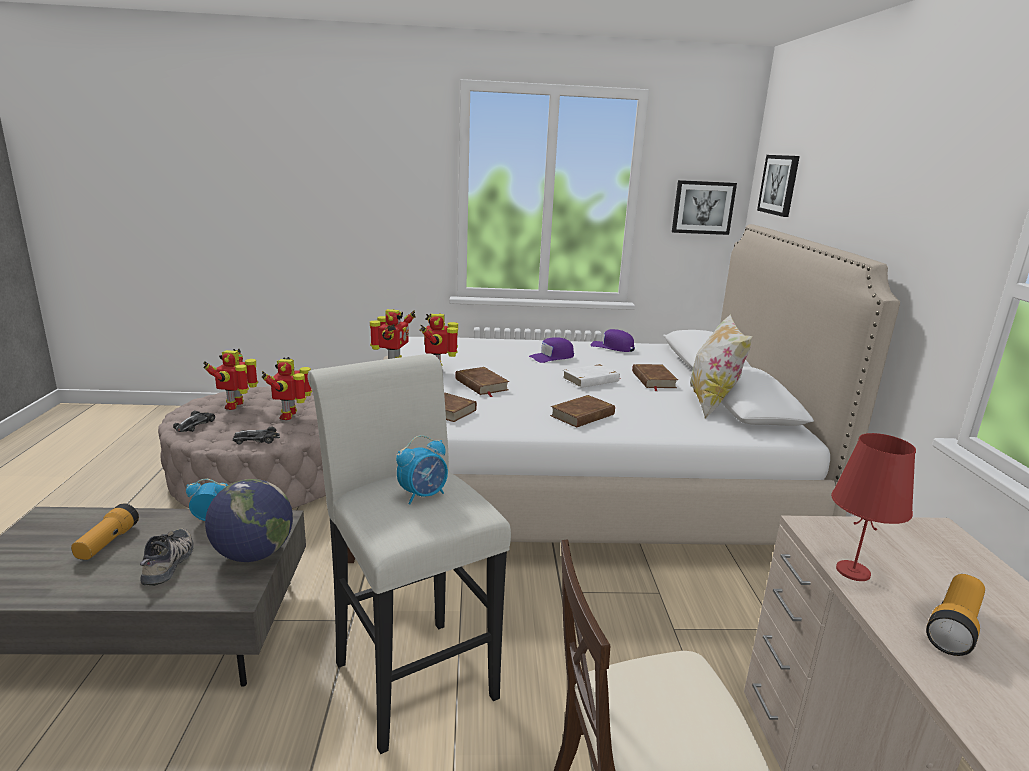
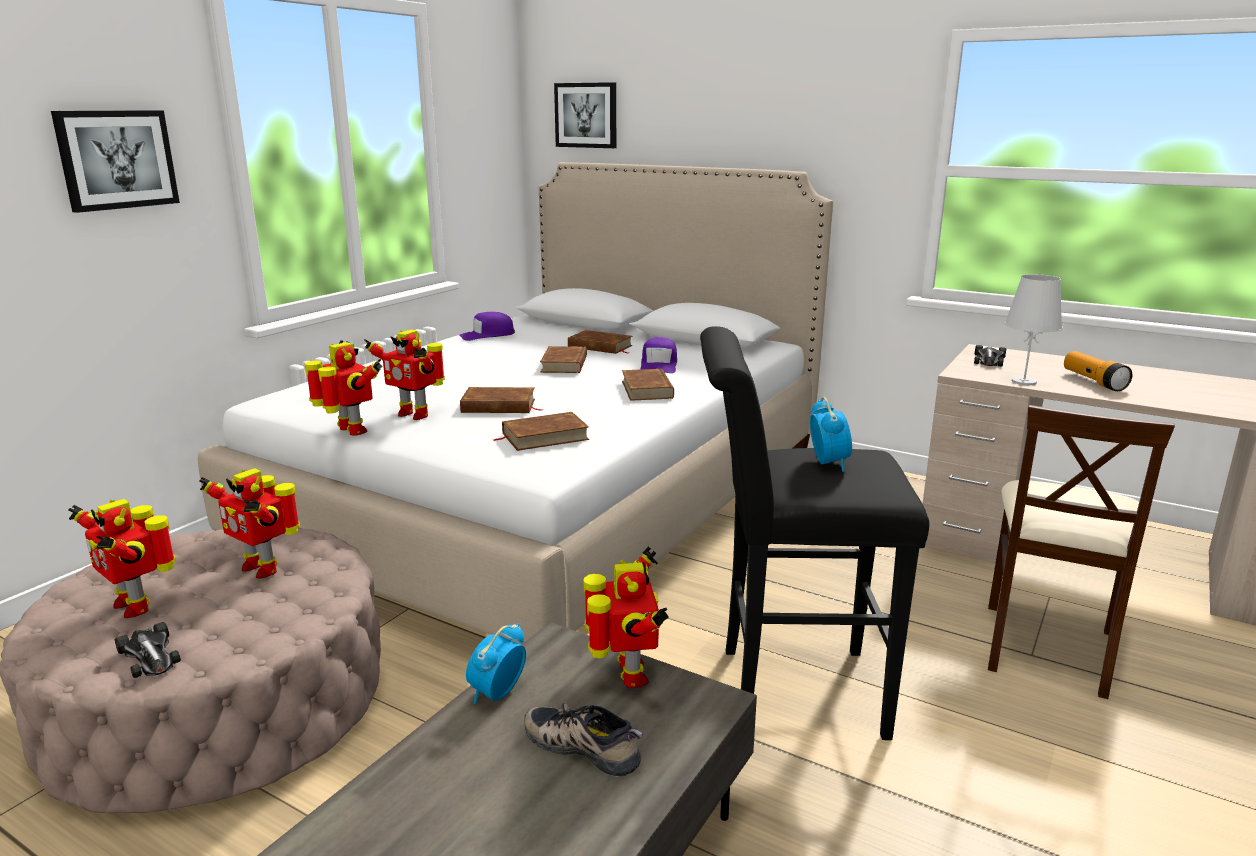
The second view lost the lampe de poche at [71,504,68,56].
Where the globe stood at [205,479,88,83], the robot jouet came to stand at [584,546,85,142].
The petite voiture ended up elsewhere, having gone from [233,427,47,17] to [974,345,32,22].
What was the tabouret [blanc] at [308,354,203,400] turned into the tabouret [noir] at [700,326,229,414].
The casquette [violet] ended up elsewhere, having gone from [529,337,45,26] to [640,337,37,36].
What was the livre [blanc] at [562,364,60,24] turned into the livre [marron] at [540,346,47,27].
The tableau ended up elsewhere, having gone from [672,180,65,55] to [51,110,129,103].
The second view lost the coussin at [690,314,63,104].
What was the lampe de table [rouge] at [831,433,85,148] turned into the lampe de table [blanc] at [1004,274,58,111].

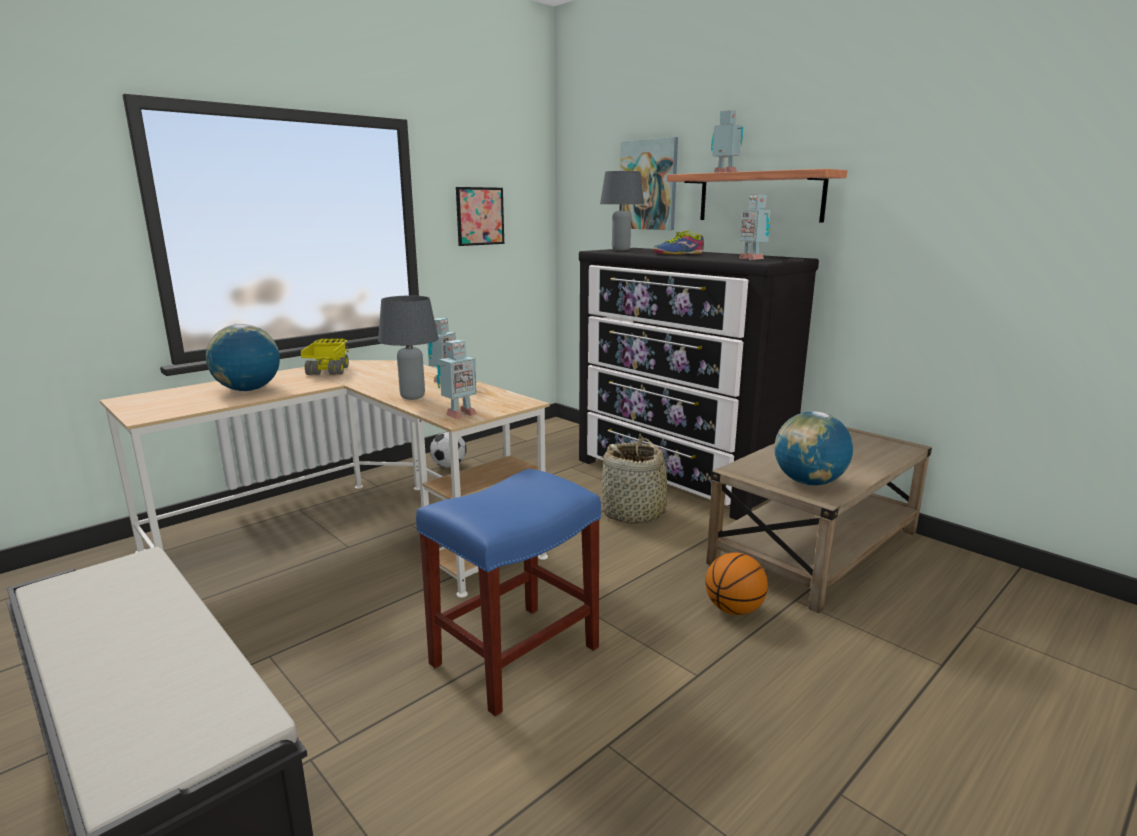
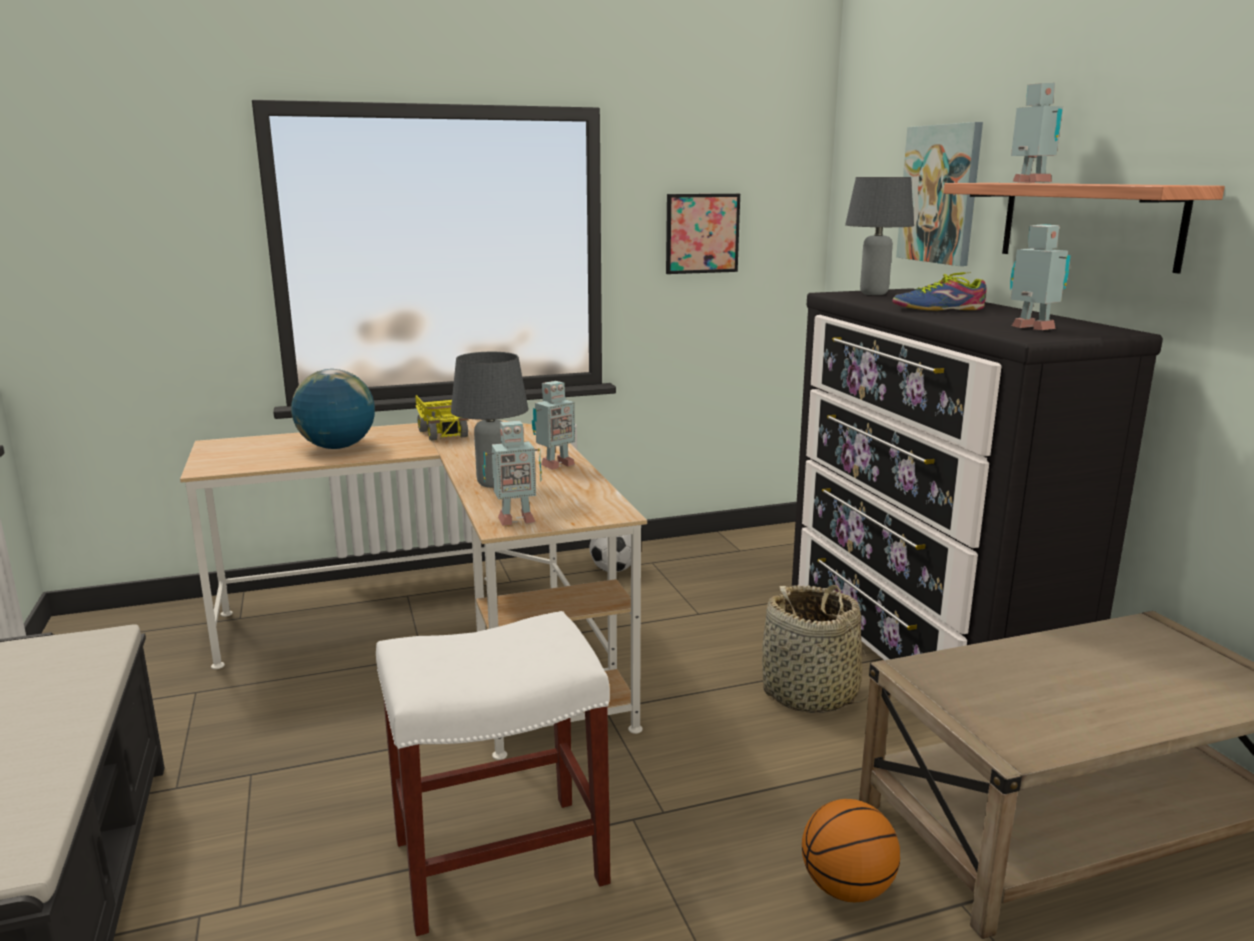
The camion jouet at [301,339,48,36] ended up facing another way, 135 degrees clockwise from before.
What was the tabouret [bleu] at [416,469,185,248] turned into the tabouret [blanc] at [376,611,234,325].
The robot jouet at [739,194,32,66] ended up facing another way, 150 degrees clockwise from before.
The second view lost the globe at [774,411,79,75].

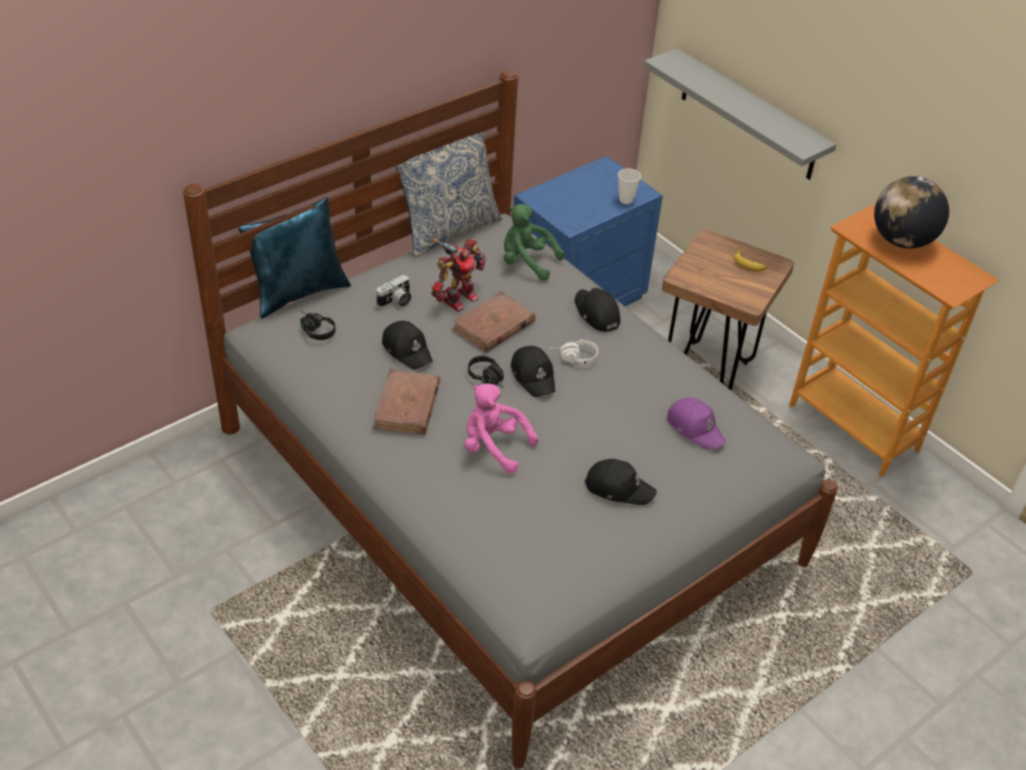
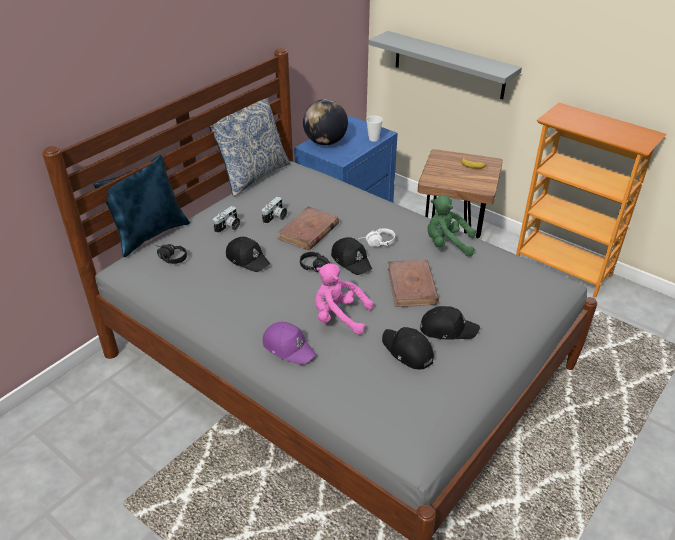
The livre [marron] ended up elsewhere, having gone from [373,369,67,66] to [388,260,51,47].
Where the robot jouet stood at [432,239,54,73], the appareil photo came to stand at [262,197,25,27].
The peluche [vert] ended up elsewhere, having gone from [504,204,60,77] to [428,195,48,62].
The casquette [noir] ended up elsewhere, having gone from [575,288,45,44] to [382,327,52,42].
The casquette [violet] ended up elsewhere, having gone from [667,398,59,52] to [263,322,53,43].
The globe ended up elsewhere, having gone from [874,176,75,73] to [303,99,45,46].

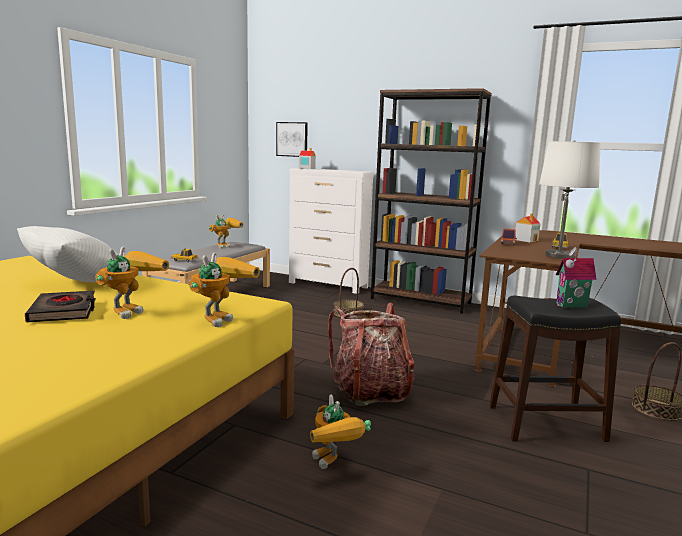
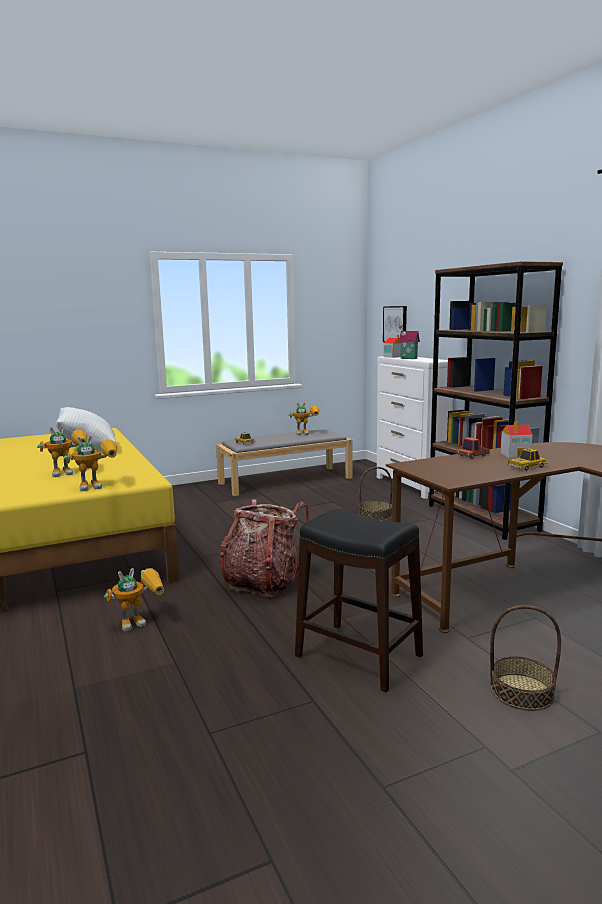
The second view lost the livre [noir] at [25,291,71,31].
The robot jouet at [310,394,61,75] ended up facing another way, 135 degrees counterclockwise from before.
The second view lost the lampe de table [blanc] at [539,140,62,119].
The maison miniature ended up elsewhere, having gone from [556,247,40,60] to [399,324,21,35].

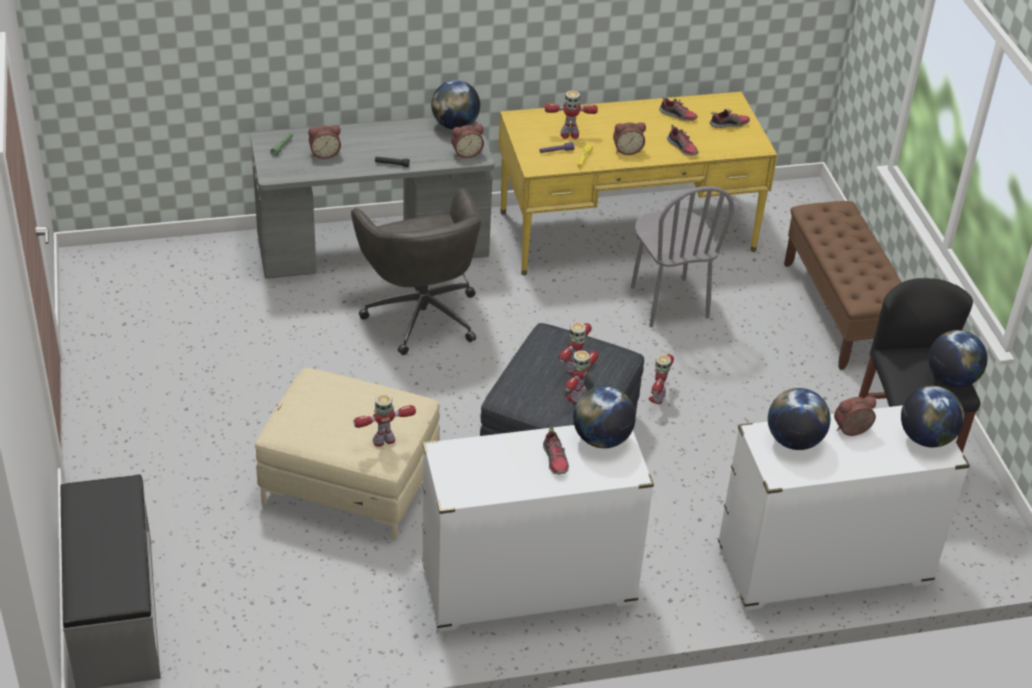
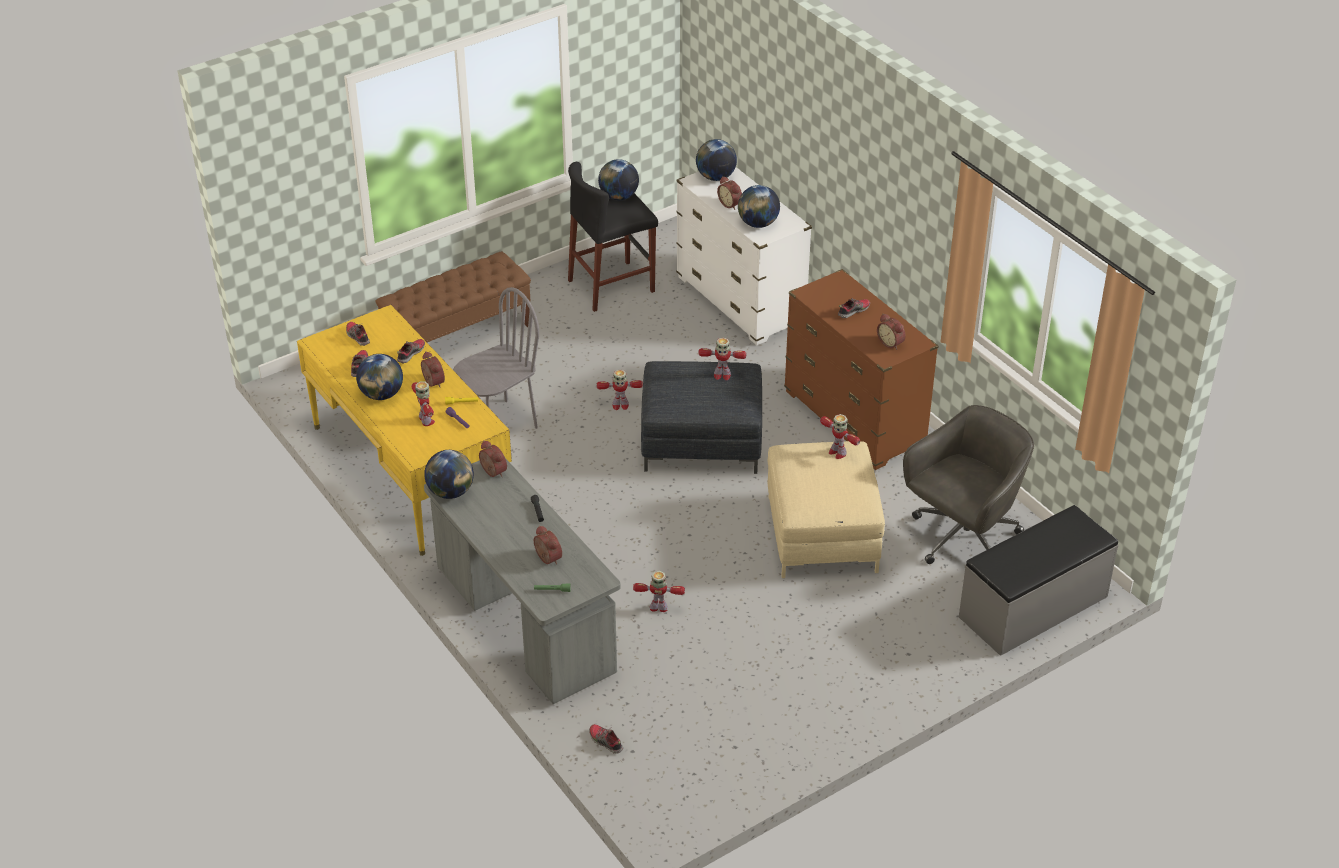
The chaise de bureau [gris] ended up elsewhere, having gone from [351,188,130,167] to [903,405,131,159].
What was the commode [blanc] at [422,425,232,207] turned into the commode [marron] at [784,269,154,201].
The robot jouet ended up elsewhere, having gone from [559,322,33,53] to [633,571,52,41].
The globe ended up elsewhere, having gone from [573,386,63,62] to [356,354,47,46].
The second view gained the chaussure at [589,724,34,30].
The second view gained the réveil at [877,314,29,36].

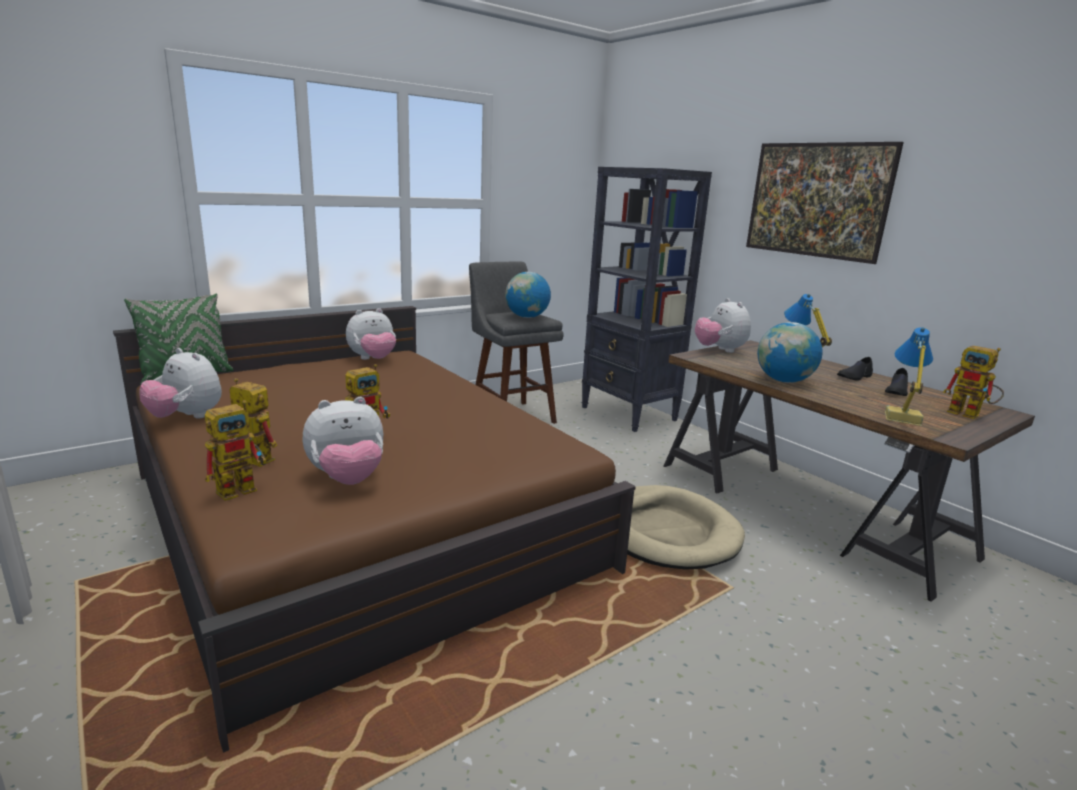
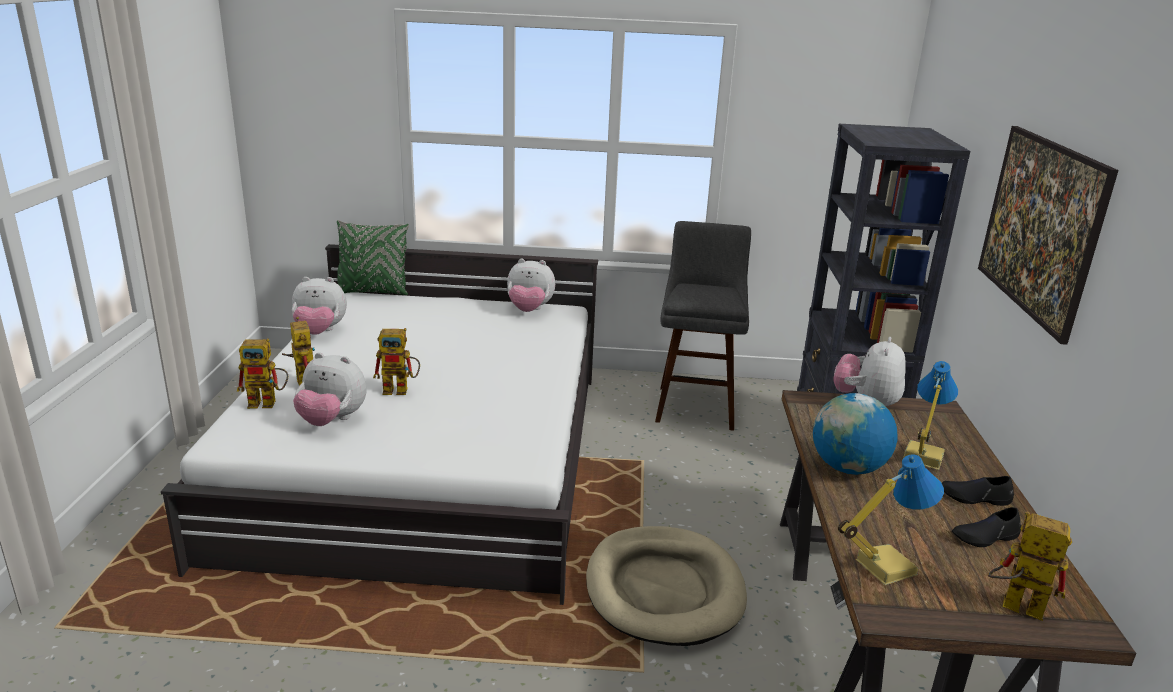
What was the lit [marron] at [113,306,523,447] turned into the lit [blanc] at [161,244,437,361].
The peluche at [139,348,83,70] ended up facing another way, 75 degrees counterclockwise from before.
The second view lost the globe at [505,272,46,46].
The robot jouet at [943,346,61,73] ended up facing another way, 120 degrees clockwise from before.

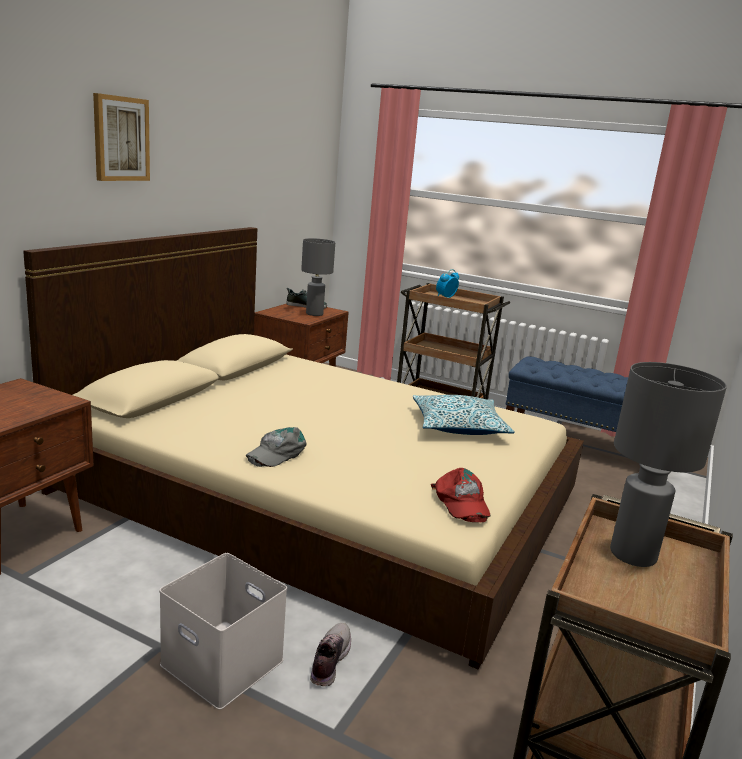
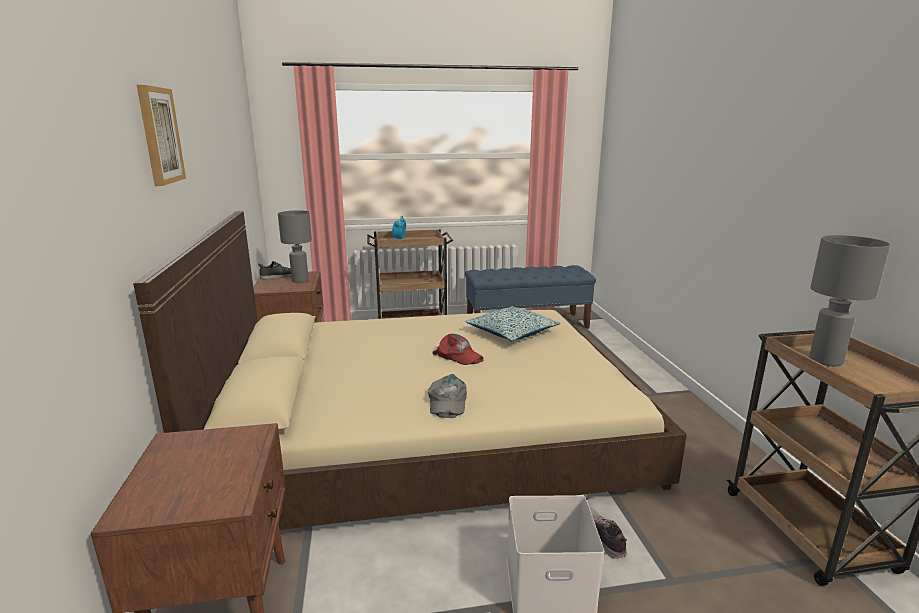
The casquette [rouge] ended up elsewhere, having gone from [431,468,59,54] to [432,334,51,31].

